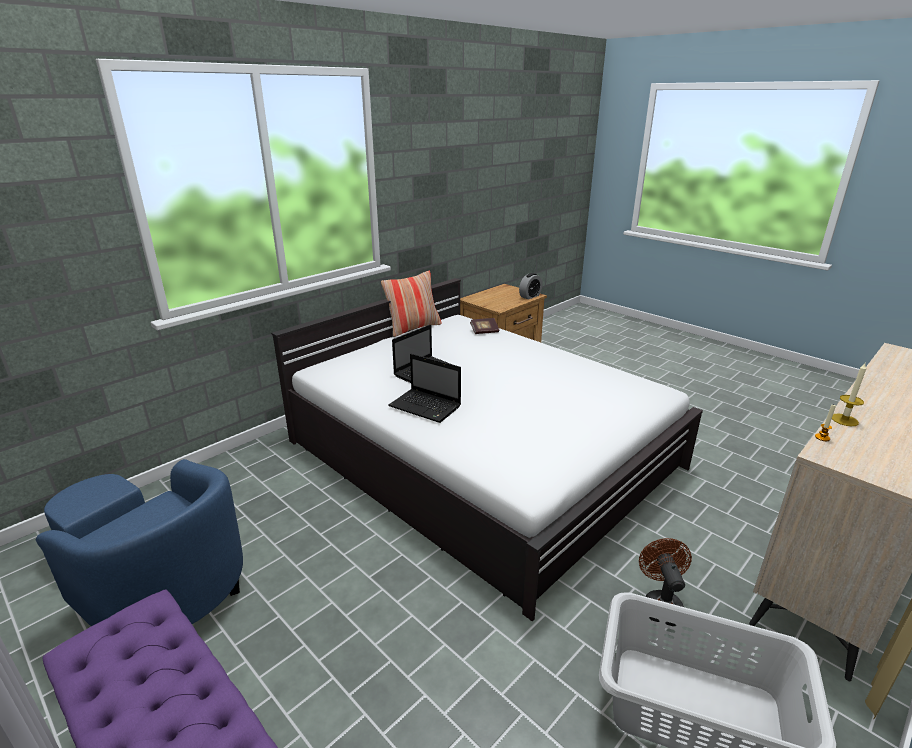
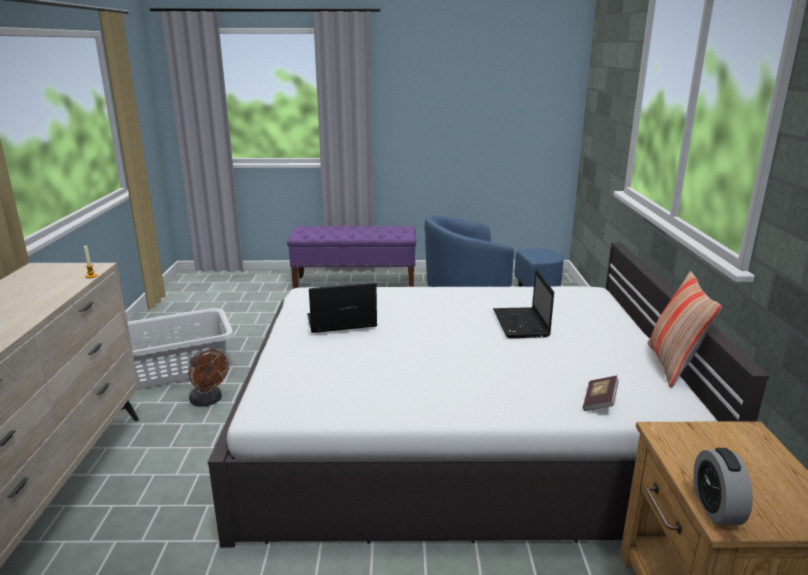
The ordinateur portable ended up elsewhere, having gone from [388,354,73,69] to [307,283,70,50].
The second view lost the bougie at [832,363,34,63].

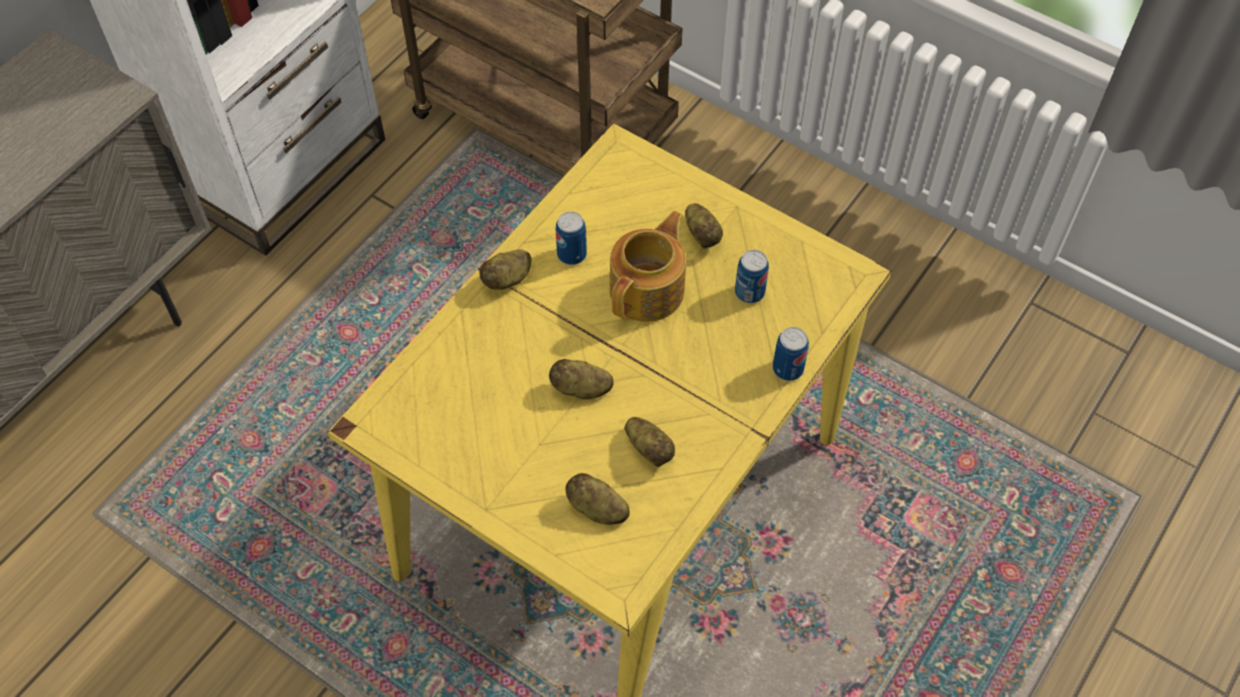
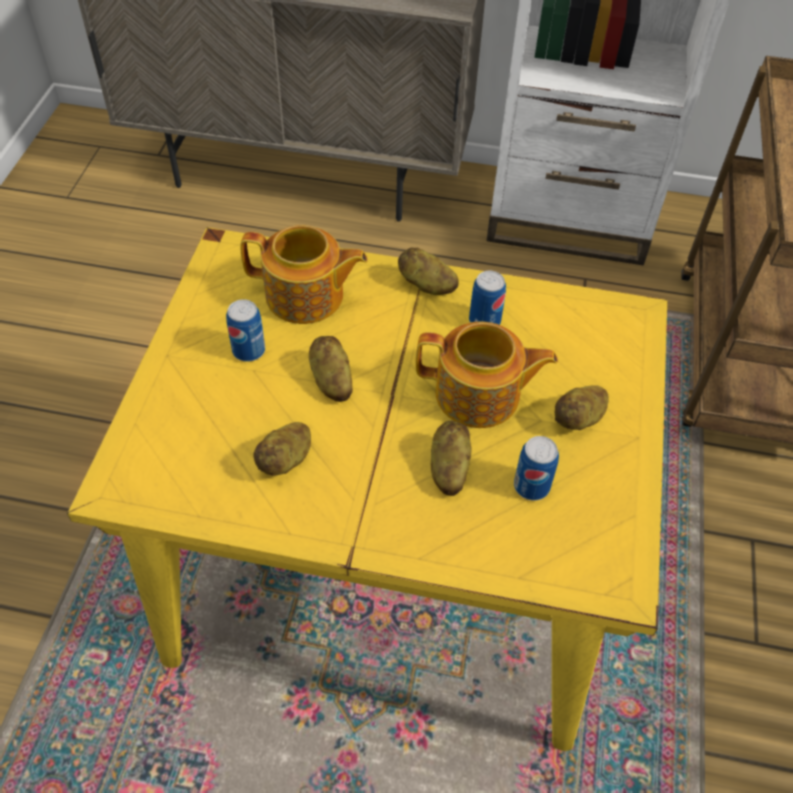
The pomme de terre ended up elsewhere, having gone from [566,473,64,52] to [431,421,41,75].
The boîte métallique ended up elsewhere, having gone from [773,327,36,54] to [226,299,39,63].
The second view gained the théière at [240,225,128,99].

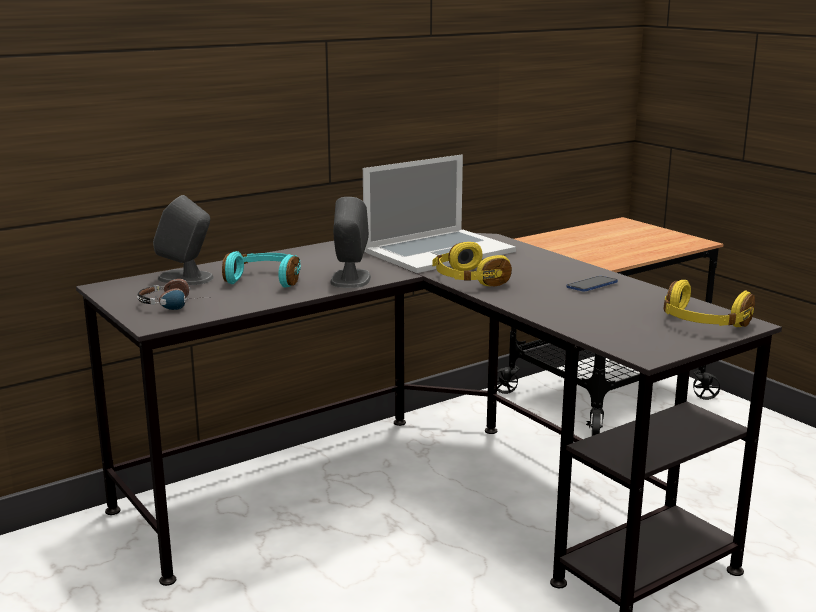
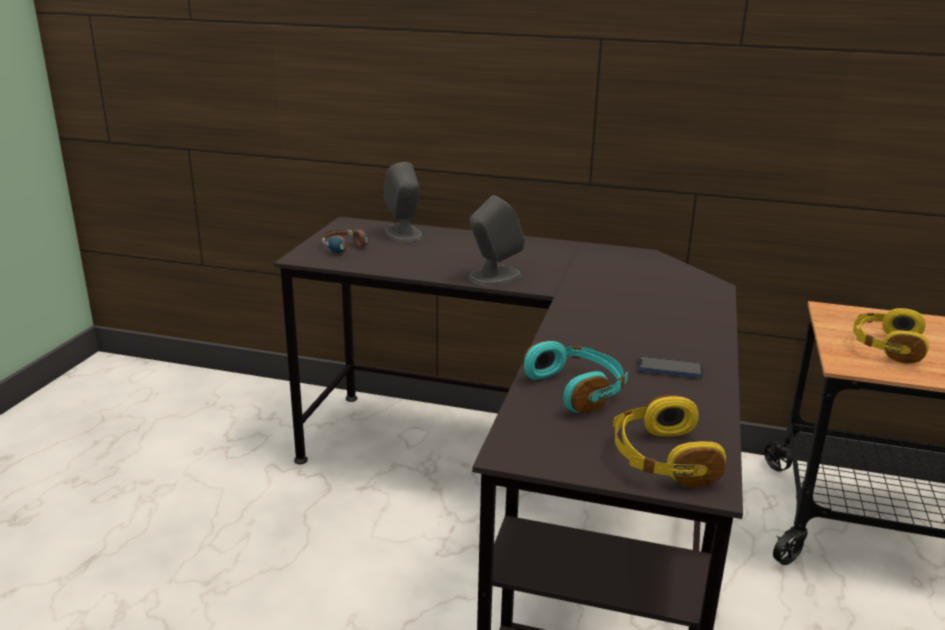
The casque audio [turquoise] ended up elsewhere, having gone from [222,251,79,37] to [523,341,105,72].
The second view lost the ordinateur portable at [363,154,153,119].
The casque audio [jaune] ended up elsewhere, having gone from [432,242,80,44] to [853,308,76,55].

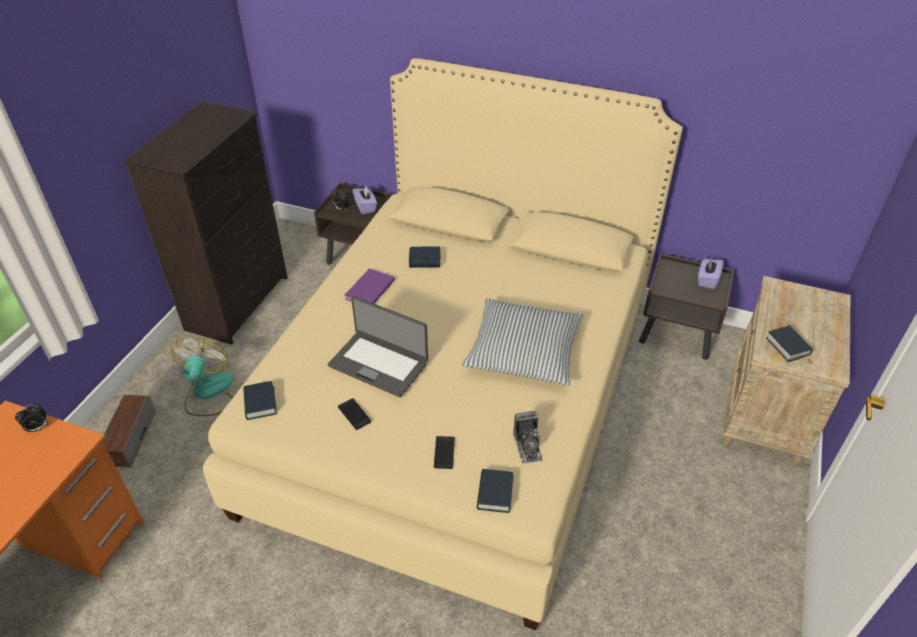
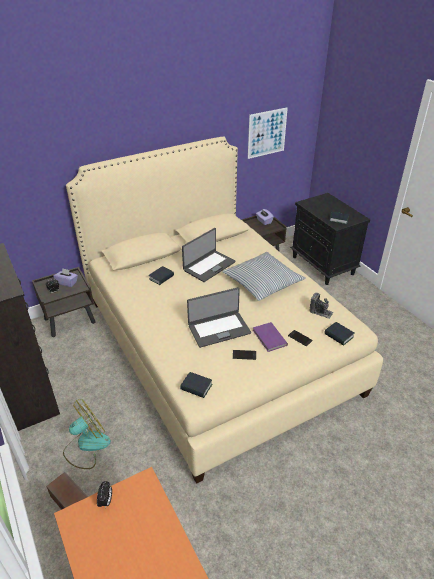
The ventilateur at [170,335,64,81] ended up facing another way, 90 degrees clockwise from before.
The livre [violet] ended up elsewhere, having gone from [345,269,50,34] to [253,322,35,30].
What was the table de chevet [beige] at [723,276,127,190] turned into the table de chevet [noir] at [290,193,80,92].
The second view gained the ordinateur portable at [182,228,54,54].
The second view gained the tableau at [248,107,40,52].

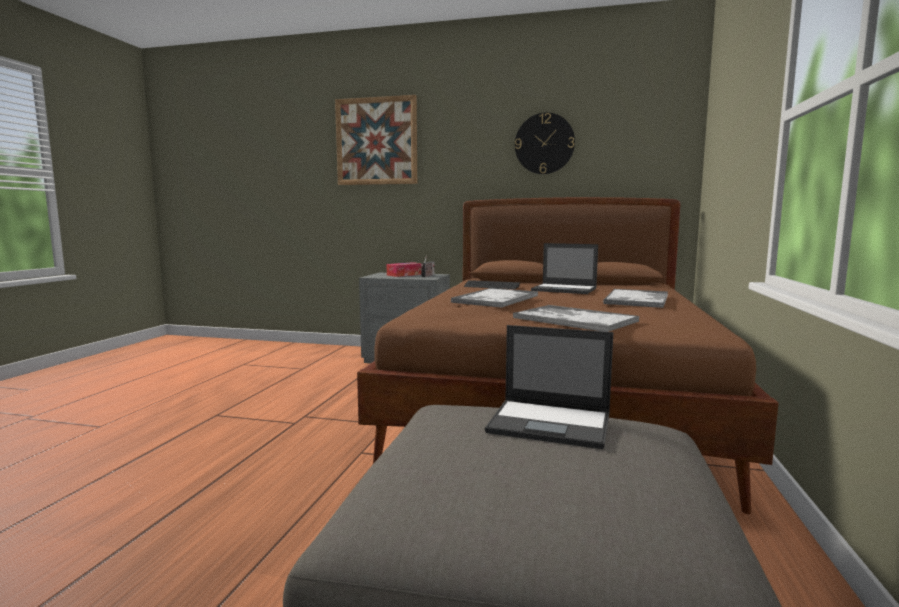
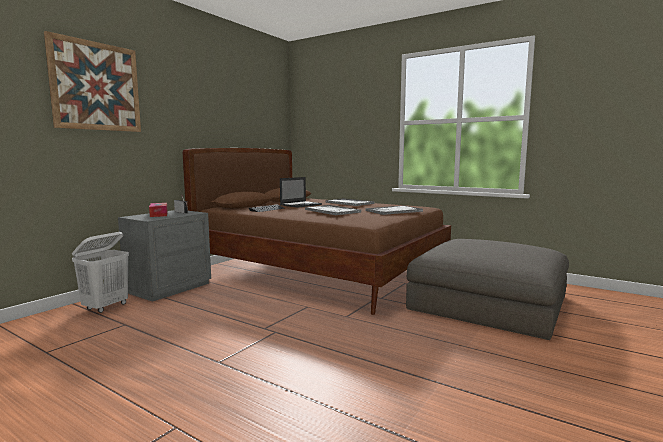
The second view lost the ordinateur portable at [485,325,128,124].
The second view lost the horloge murale at [515,113,60,61].
The second view gained the panier à linge [blanc] at [72,232,57,81].

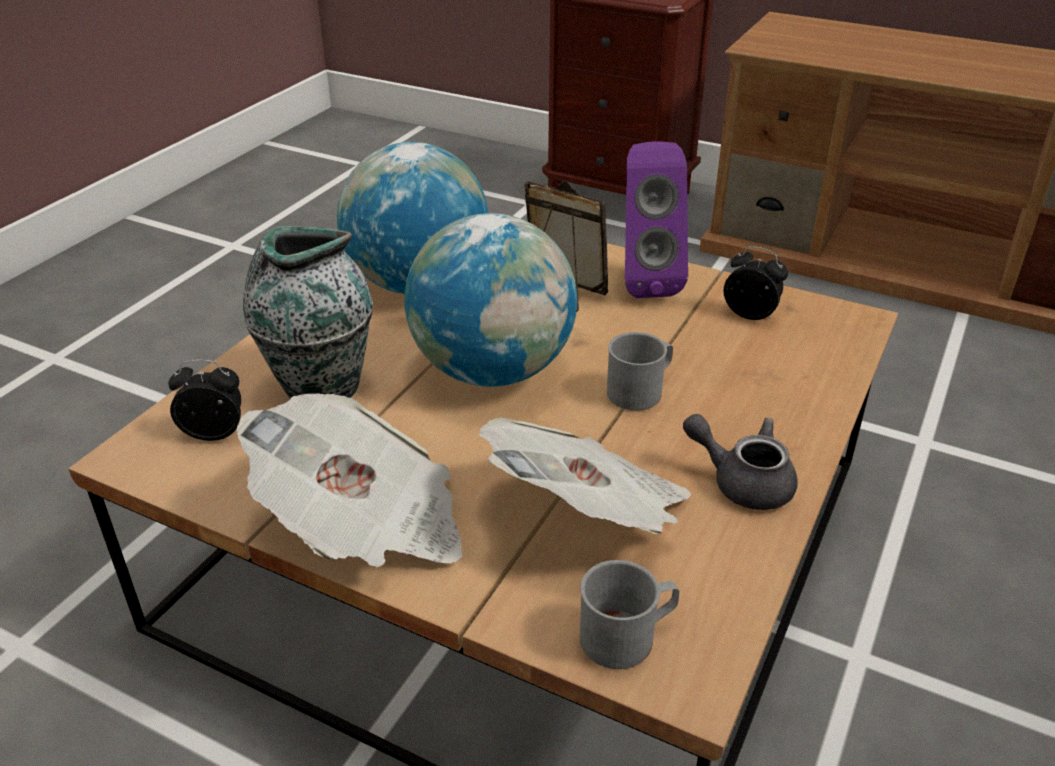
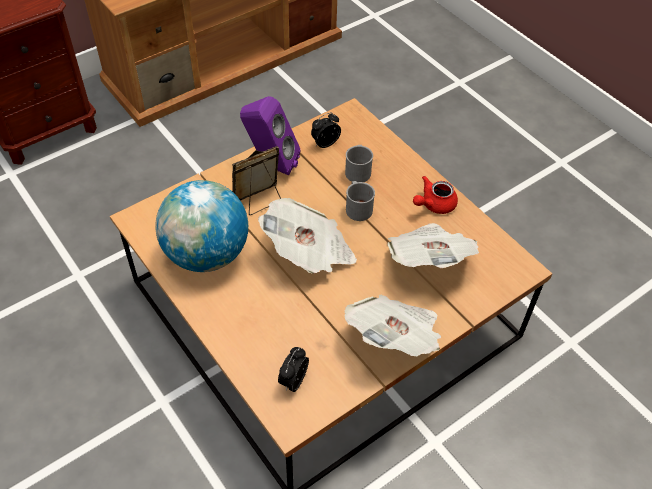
The second view lost the vase at [243,226,130,172].
Where the globe stood at [404,213,173,174], the journal came to stand at [258,198,99,76].
The mug [gris] ended up elsewhere, having gone from [580,560,99,109] to [345,145,28,37].
What was the théière [gris] at [683,414,115,96] turned into the théière [rouge] at [413,176,45,38].

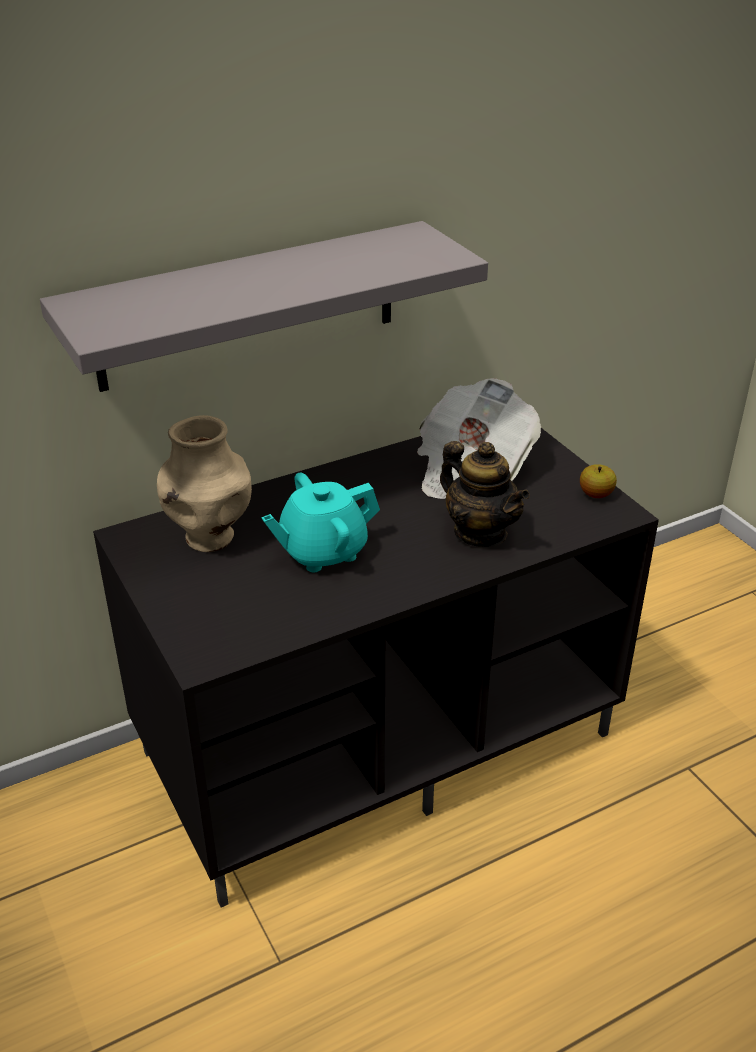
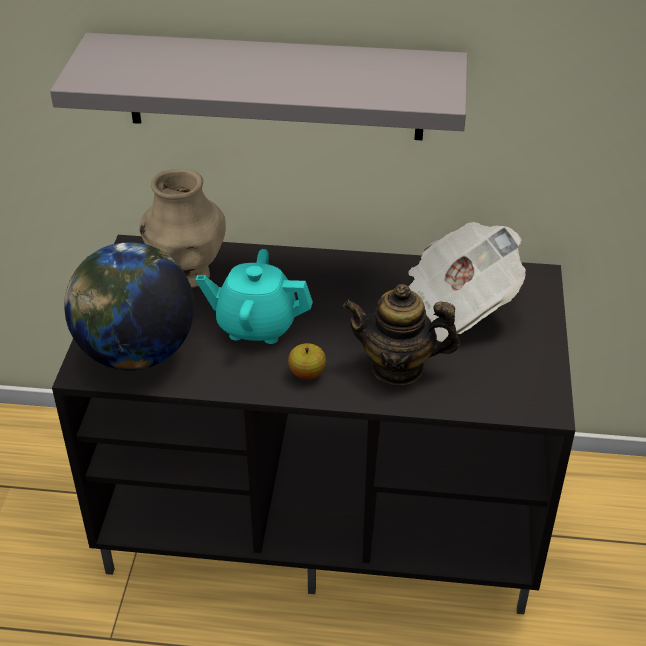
The théière at [440,441,90,106] ended up facing another way, 105 degrees clockwise from before.
The pomme ended up elsewhere, having gone from [580,464,37,34] to [288,343,38,37].
The second view gained the globe at [64,242,130,129].

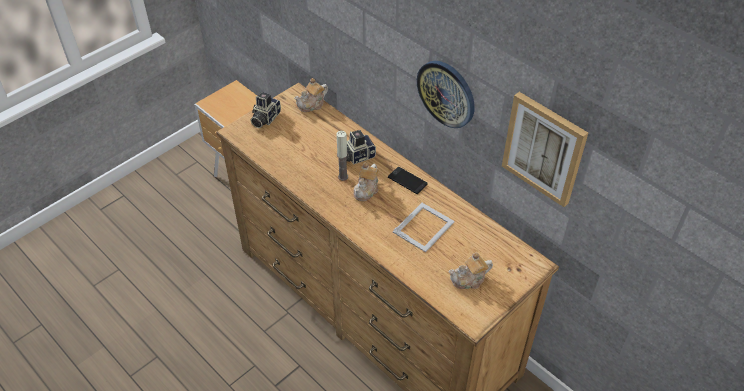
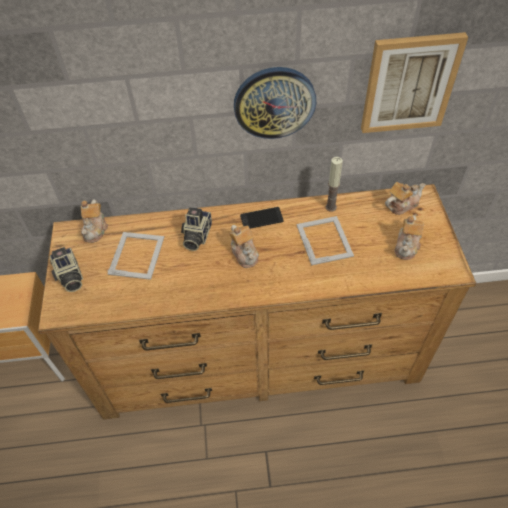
The bougie ended up elsewhere, having gone from [336,131,12,50] to [326,157,17,55].
The second view gained the cadre photo at [107,232,57,48].
The second view gained the théière at [385,182,40,33].

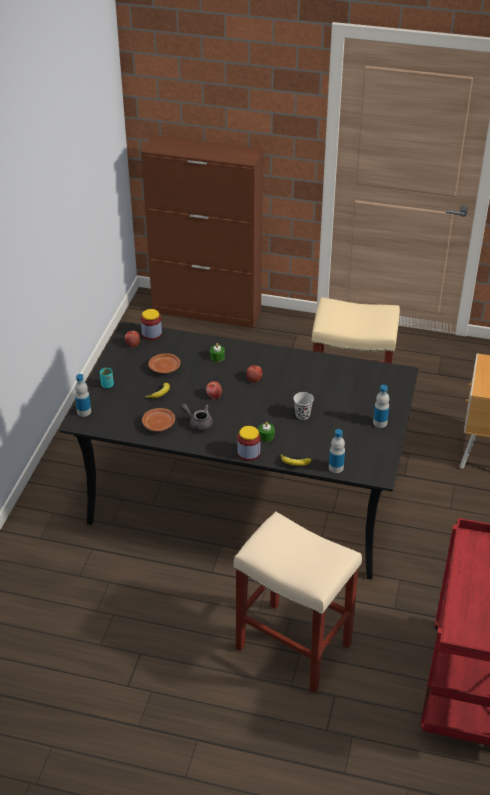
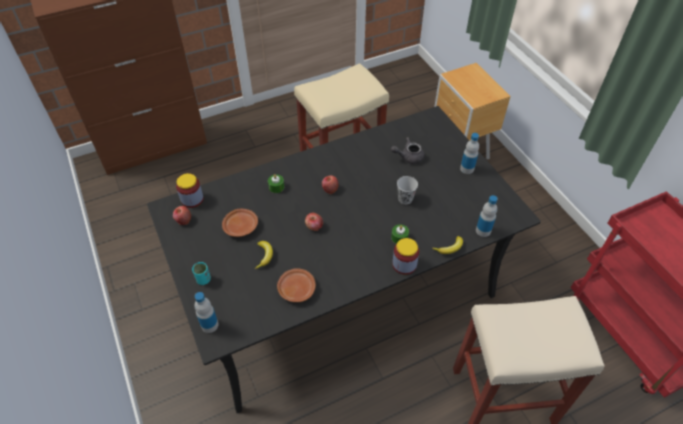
The théière [gris] ended up elsewhere, having gone from [180,403,33,29] to [391,137,33,27].

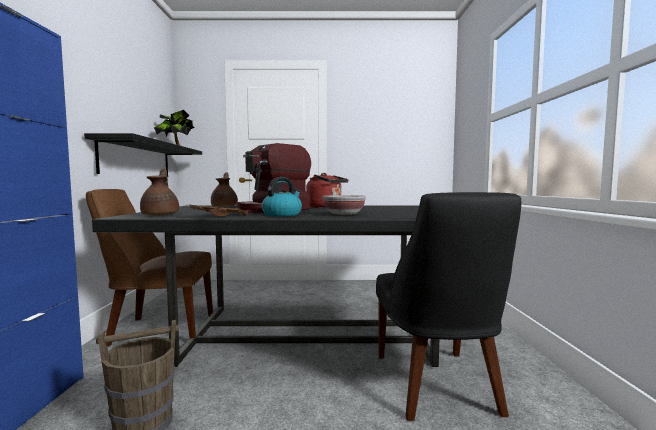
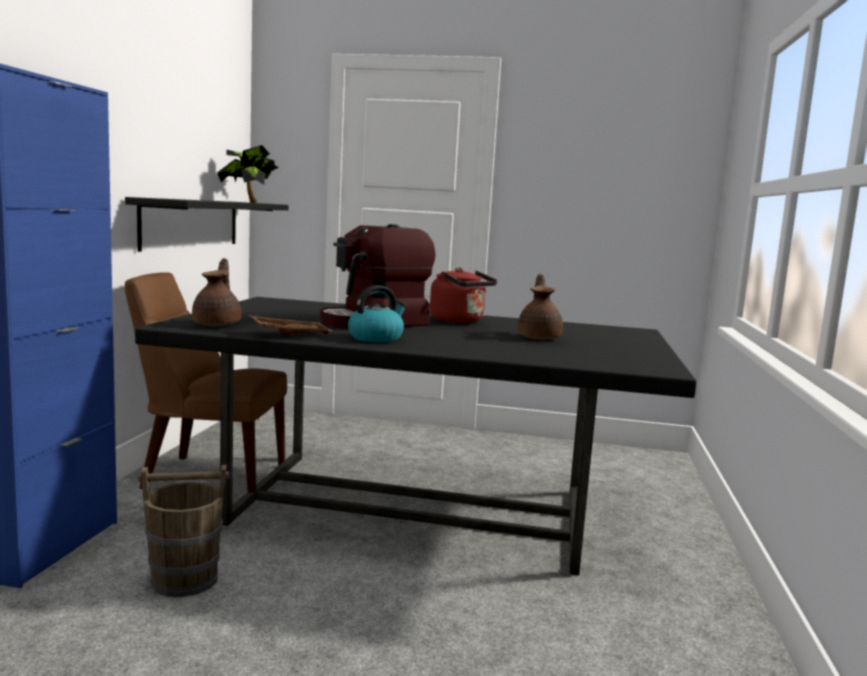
The théière [marron] ended up elsewhere, having gone from [211,172,27,35] to [517,274,46,65].
The second view lost the bol at [323,195,43,20].
The second view lost the chaise [noir] at [376,192,145,229].

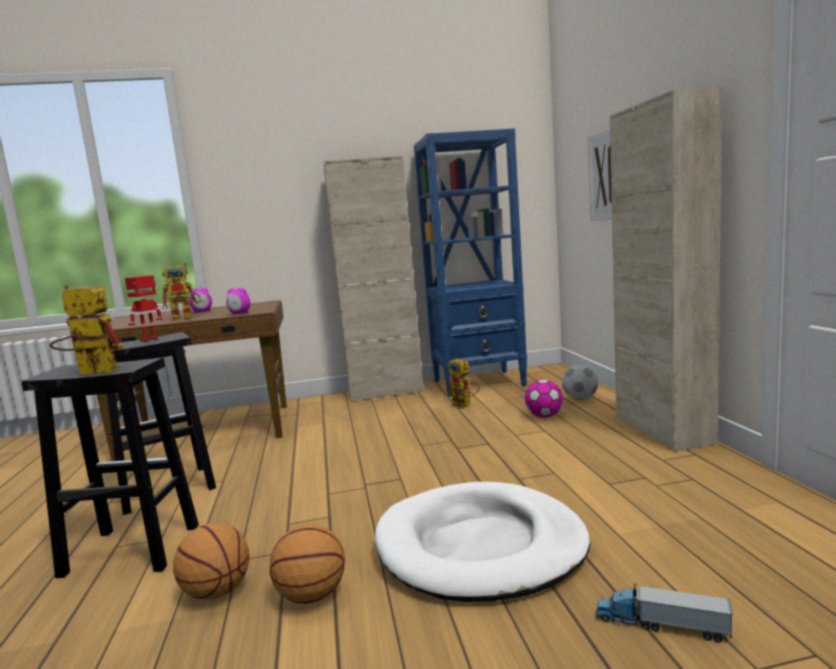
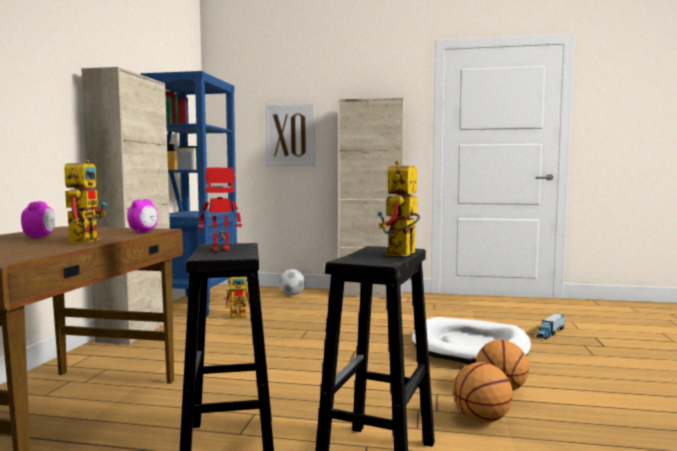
The robot jouet at [125,275,38,66] ended up facing another way, 105 degrees clockwise from before.
The second view lost the ballon de foot at [525,380,38,38].

